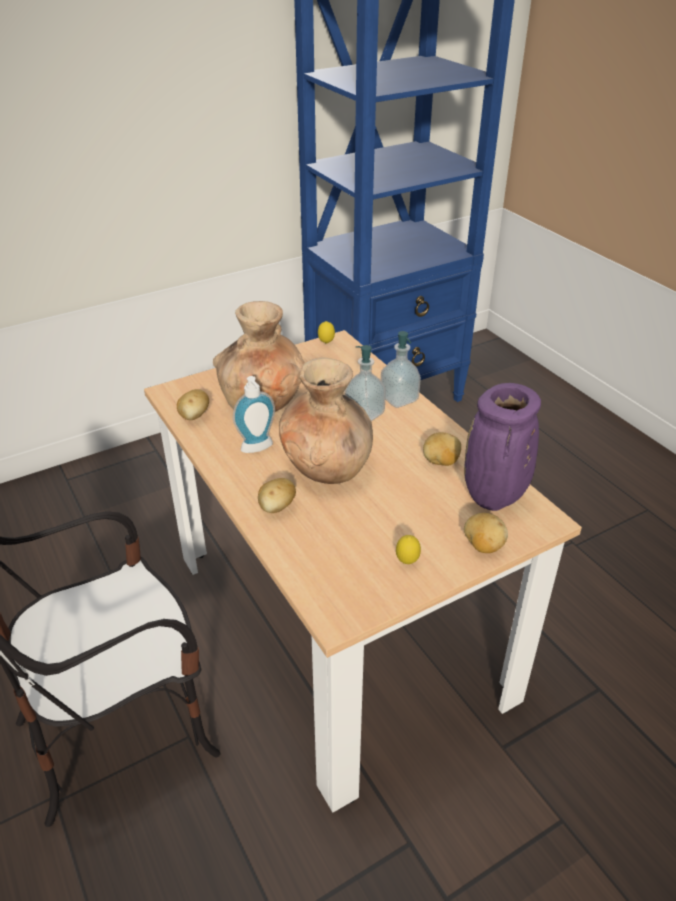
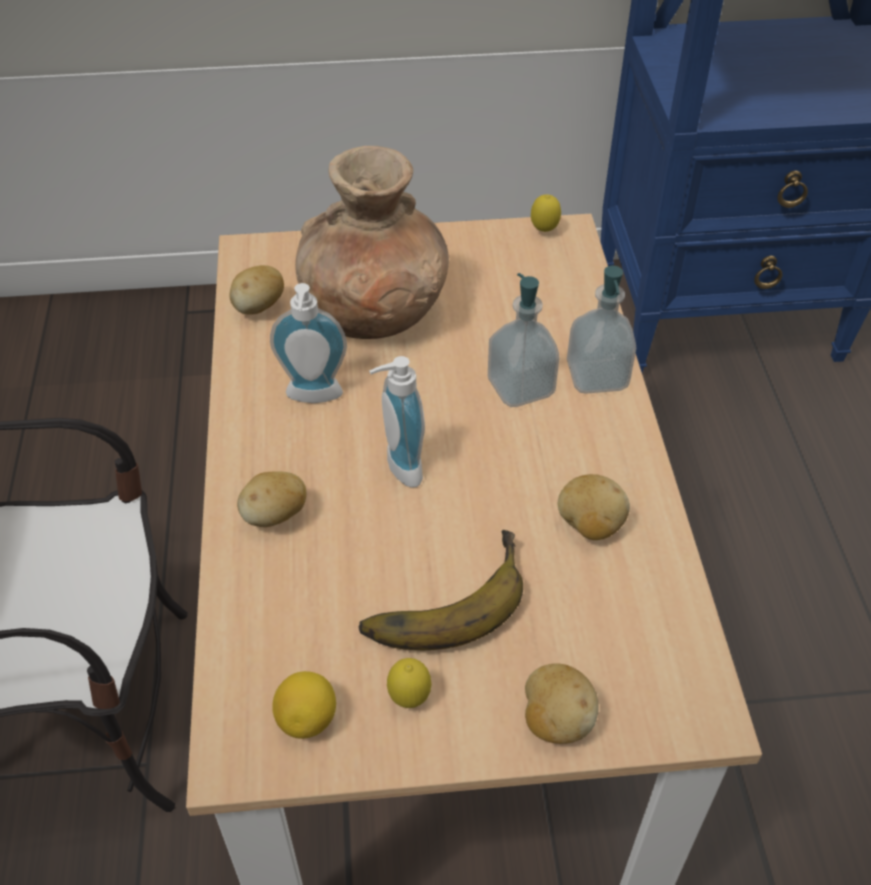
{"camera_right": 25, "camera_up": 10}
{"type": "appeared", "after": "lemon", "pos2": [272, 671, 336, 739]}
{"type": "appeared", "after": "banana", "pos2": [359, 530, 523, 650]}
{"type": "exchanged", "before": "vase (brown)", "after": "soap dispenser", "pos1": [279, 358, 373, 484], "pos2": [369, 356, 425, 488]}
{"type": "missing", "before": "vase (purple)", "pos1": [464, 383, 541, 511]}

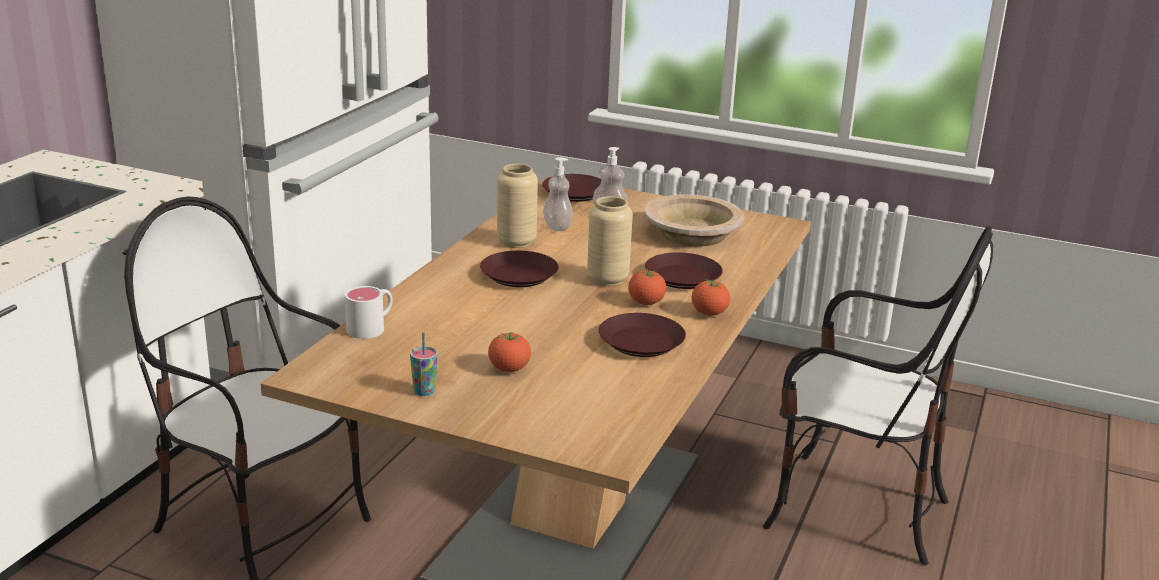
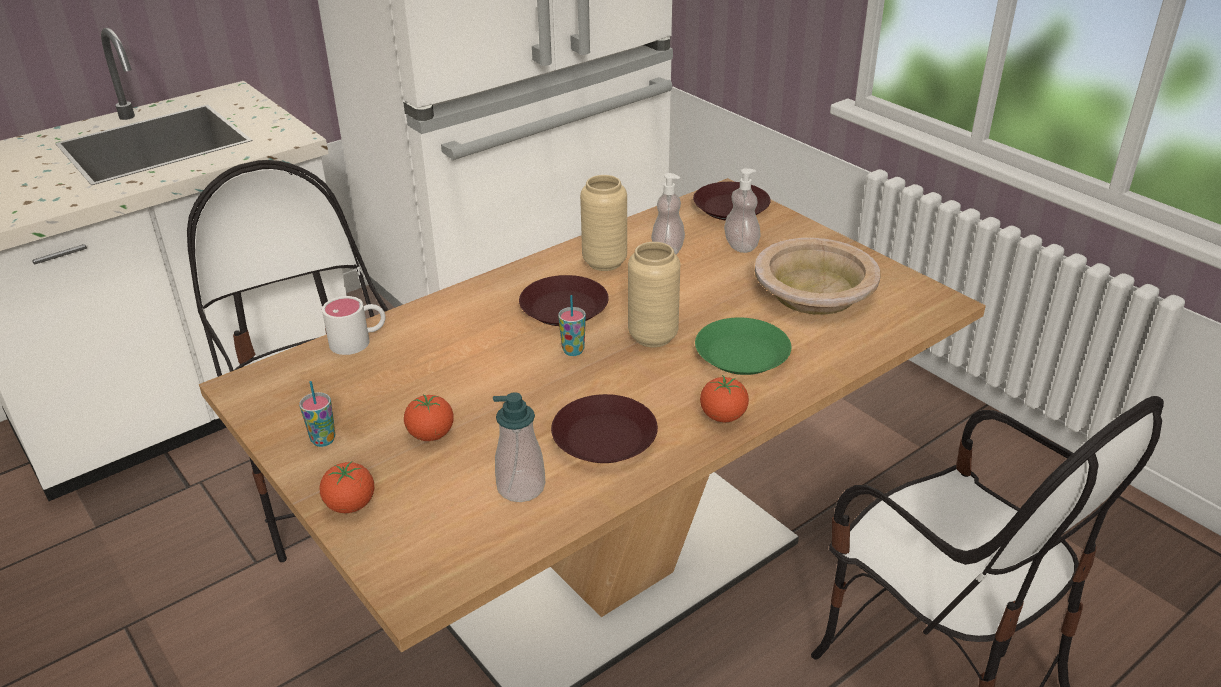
{"camera_right": 30, "camera_up": 10}
{"type": "relocated", "before": "tomato", "pos1": [628, 269, 666, 305], "pos2": [320, 461, 374, 513]}
{"type": "appeared", "after": "soap dispenser", "pos2": [493, 392, 545, 502]}
{"type": "appeared", "after": "cup", "pos2": [558, 295, 586, 356]}
{"type": "colour", "before": "plate (brown)", "after": "plate (green)", "pos1": [645, 253, 723, 289], "pos2": [695, 318, 791, 375]}

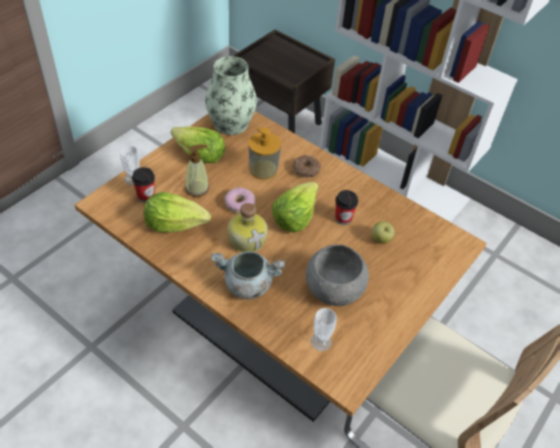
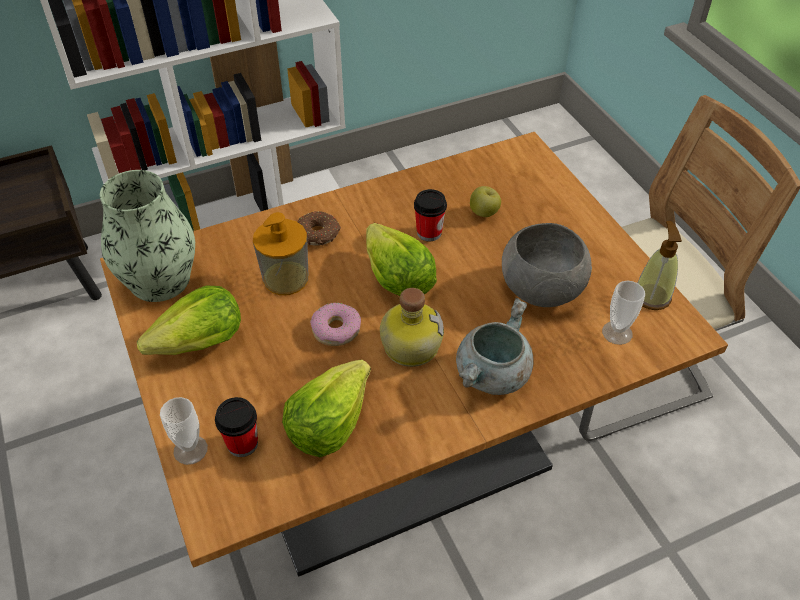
{"camera_right": -60, "camera_up": 0}
{"type": "relocated", "before": "soap dispenser", "pos1": [185, 144, 209, 197], "pos2": [638, 221, 682, 310]}

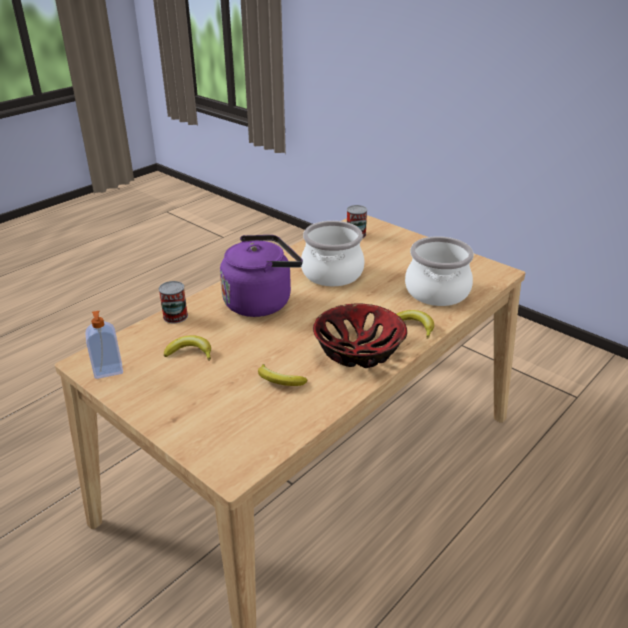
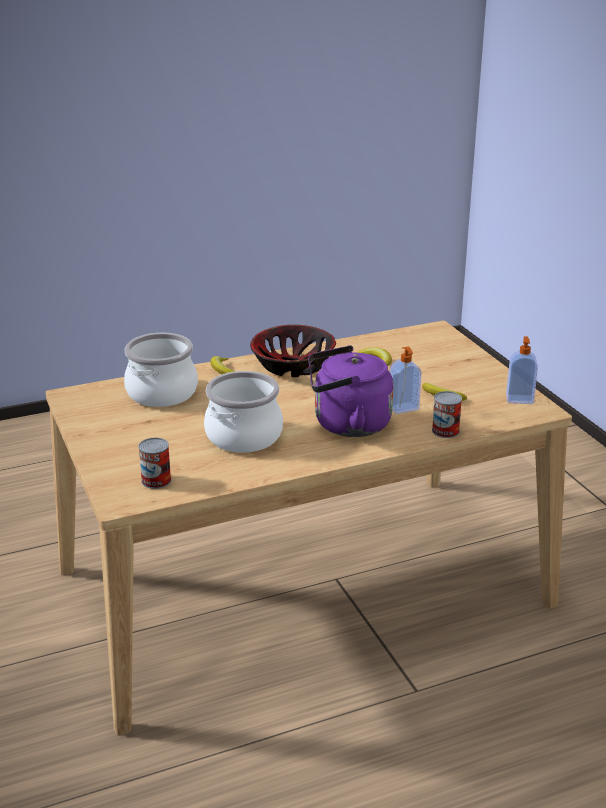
{"camera_right": -155, "camera_up": -5}
{"type": "appeared", "after": "soap dispenser", "pos2": [390, 346, 422, 414]}

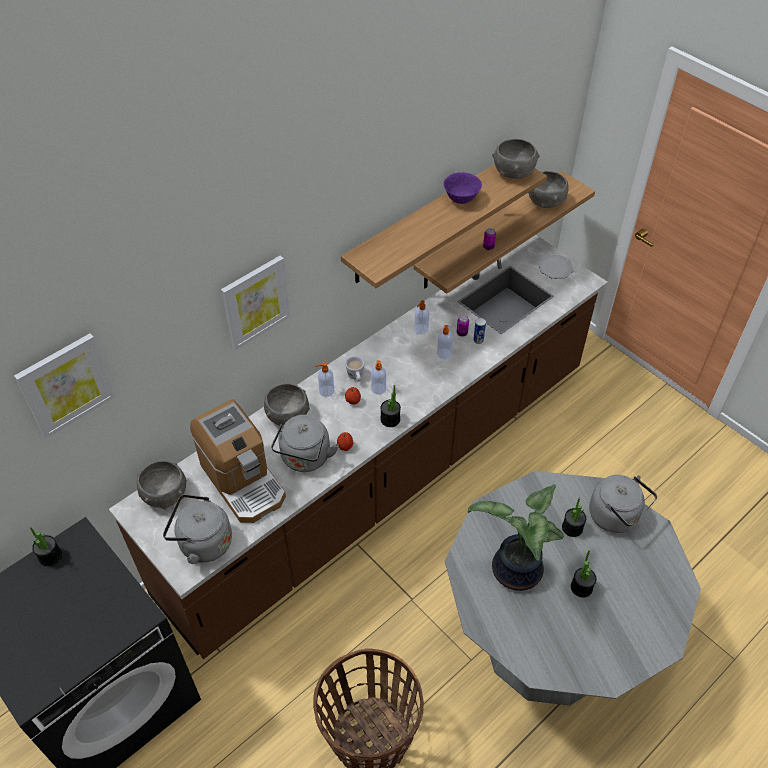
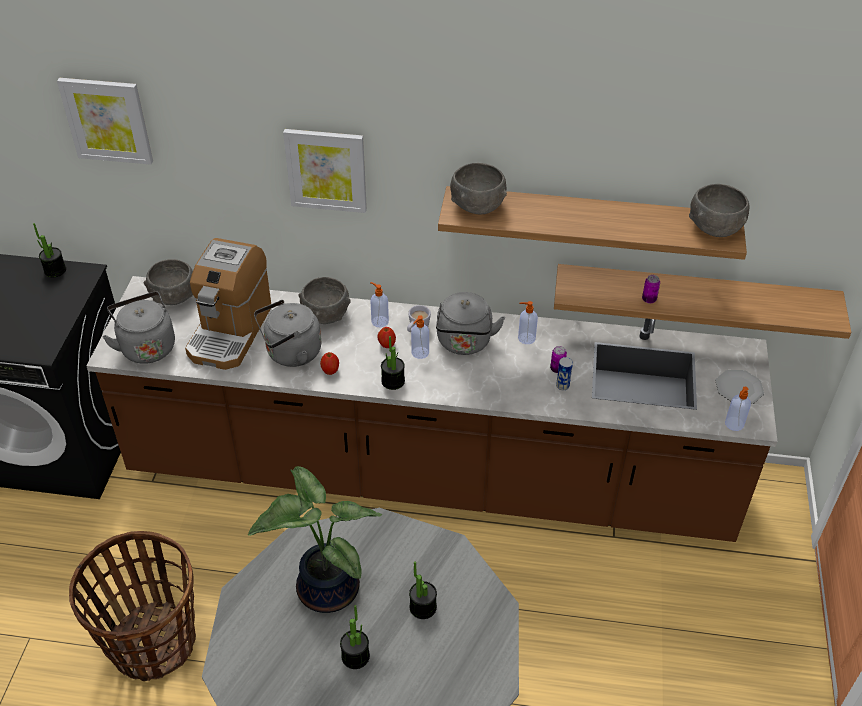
{"camera_right": 50, "camera_up": -5}
{"type": "relocated", "before": "kettle (grey)", "pos1": [589, 475, 657, 533], "pos2": [436, 292, 505, 355]}
{"type": "relocated", "before": "bowl (grey)", "pos1": [528, 171, 569, 208], "pos2": [450, 163, 507, 214]}
{"type": "relocated", "before": "soap dispenser", "pos1": [437, 325, 453, 359], "pos2": [725, 387, 751, 431]}
{"type": "missing", "before": "bowl (purple)", "pos1": [443, 172, 482, 204]}

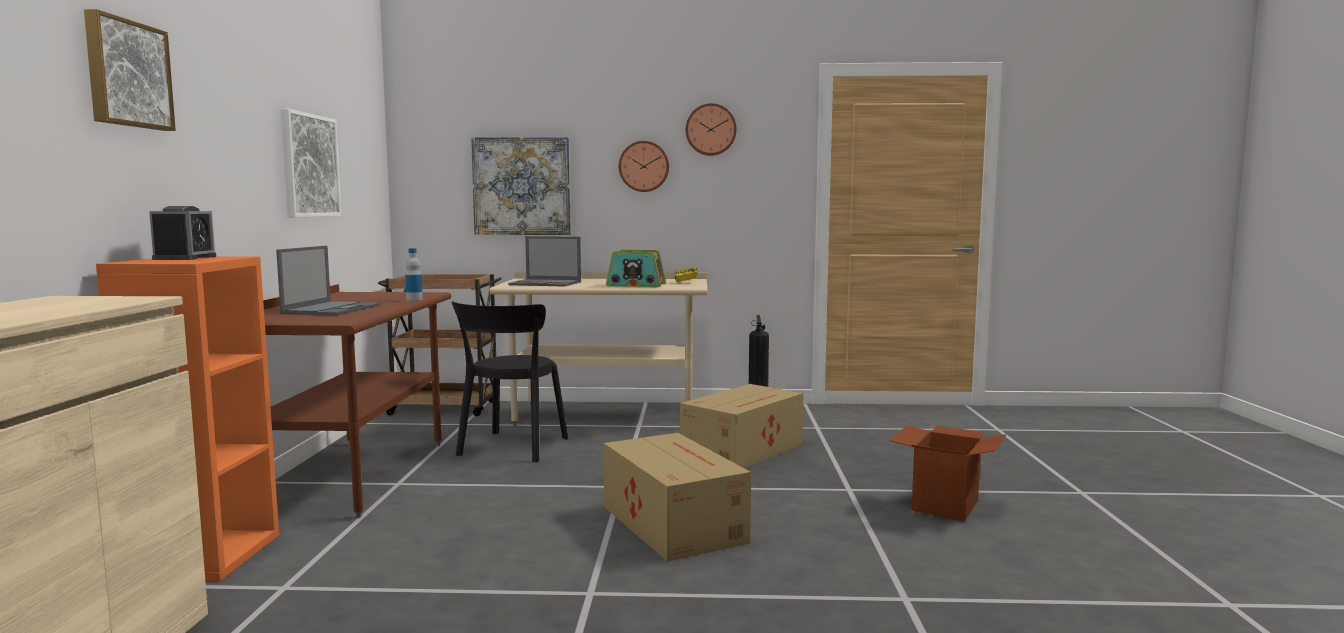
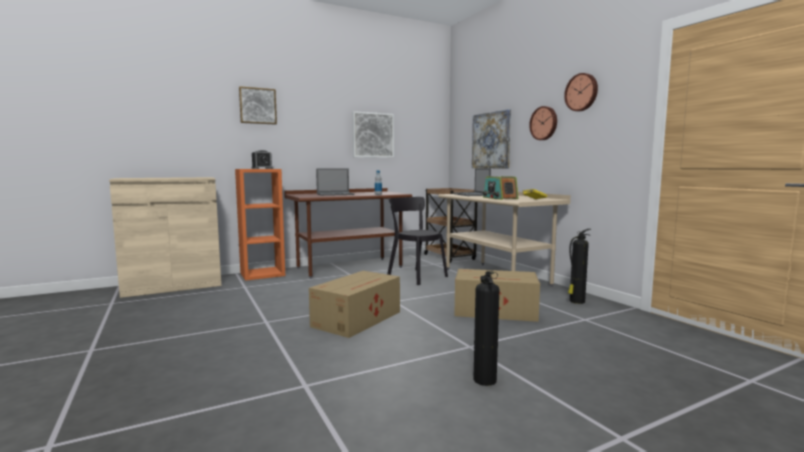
{"camera_right": 60, "camera_up": 0}
{"type": "spun", "before": "chair (black)", "pos1": [452, 301, 568, 463], "pos2": [387, 197, 448, 285], "turn": 60}
{"type": "exchanged", "before": "cardboard box", "after": "fire extinguisher", "pos1": [889, 425, 1006, 521], "pos2": [473, 271, 499, 386]}

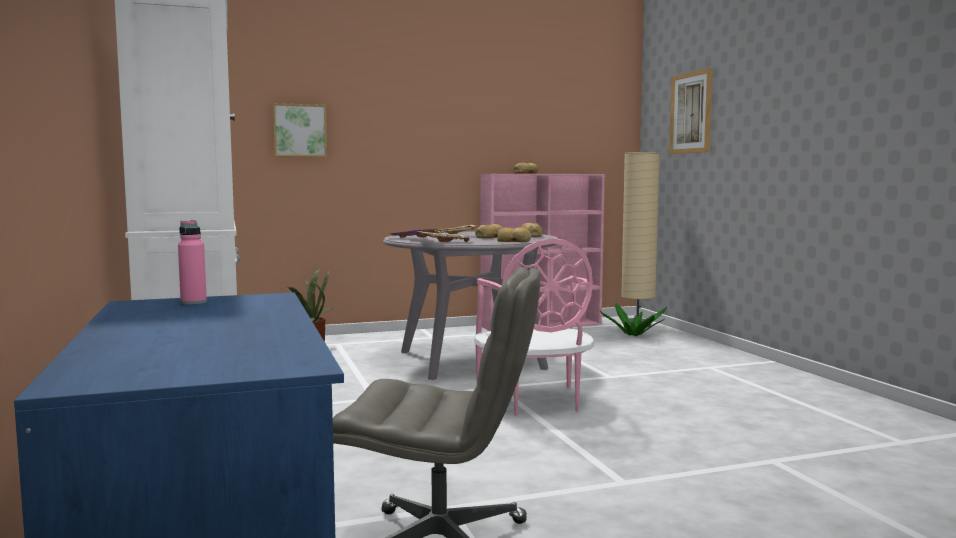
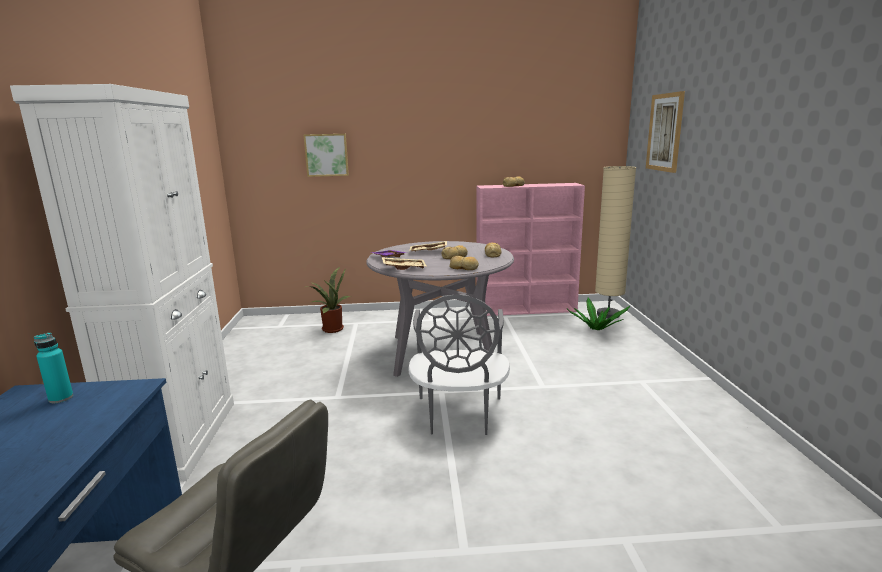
{"camera_right": 15, "camera_up": 10}
{"type": "colour", "before": "bottle (pink)", "after": "bottle (turquoise)", "pos1": [178, 220, 207, 305], "pos2": [34, 333, 73, 404]}
{"type": "colour", "before": "chair (pink)", "after": "chair (grey)", "pos1": [474, 239, 594, 416], "pos2": [408, 294, 510, 435]}

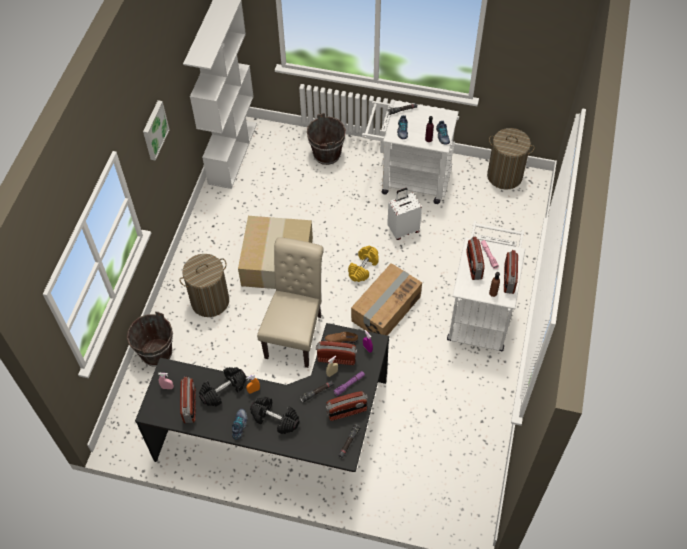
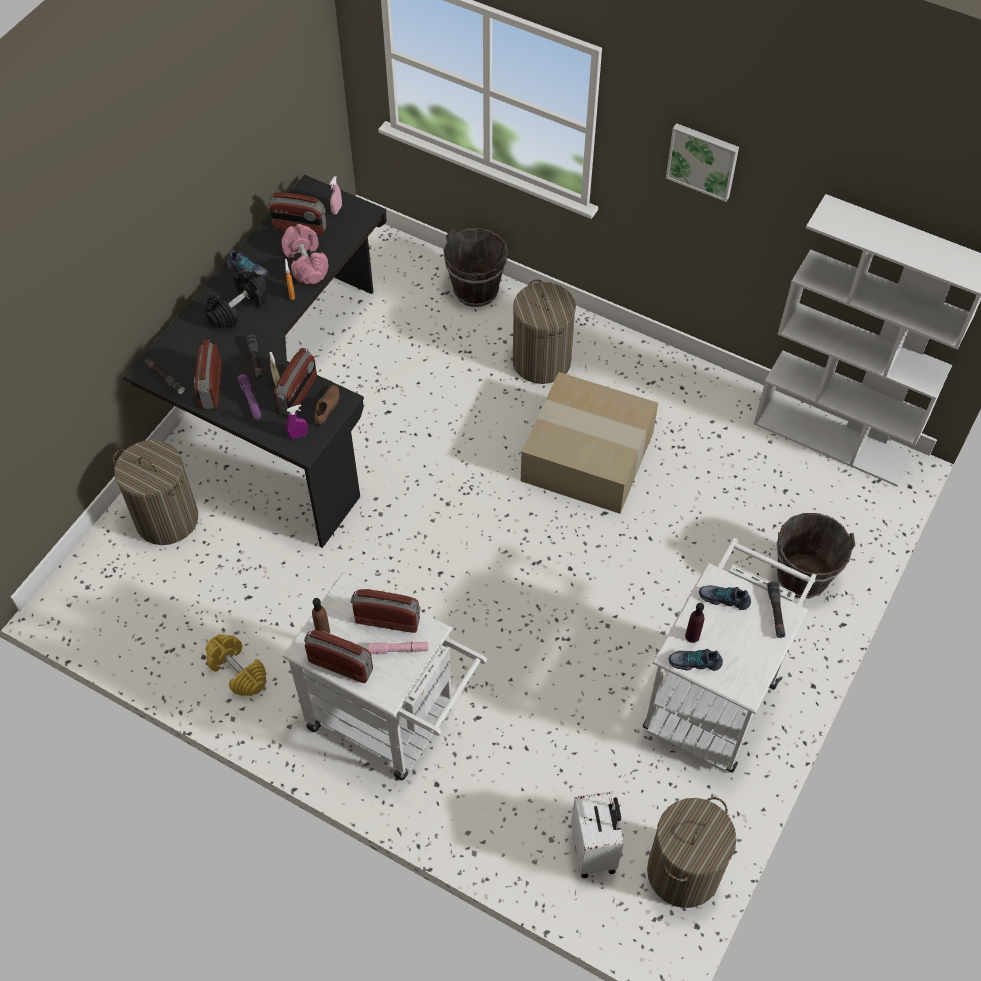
{"camera_right": 105, "camera_up": 0}
{"type": "appeared", "after": "laundry basket", "pos2": [113, 440, 198, 545]}
{"type": "relocated", "before": "dumbbell (yellow)", "pos1": [348, 245, 379, 282], "pos2": [205, 634, 266, 696]}
{"type": "colour", "before": "dumbbell (black)", "after": "dumbbell (pink)", "pos1": [199, 367, 246, 407], "pos2": [282, 224, 329, 284]}
{"type": "relocated", "before": "suitcase (white)", "pos1": [387, 188, 422, 240], "pos2": [571, 791, 623, 878]}
{"type": "missing", "before": "chair (beige)", "pos1": [257, 237, 324, 368]}
{"type": "missing", "before": "cardboard box", "pos1": [351, 263, 422, 336]}

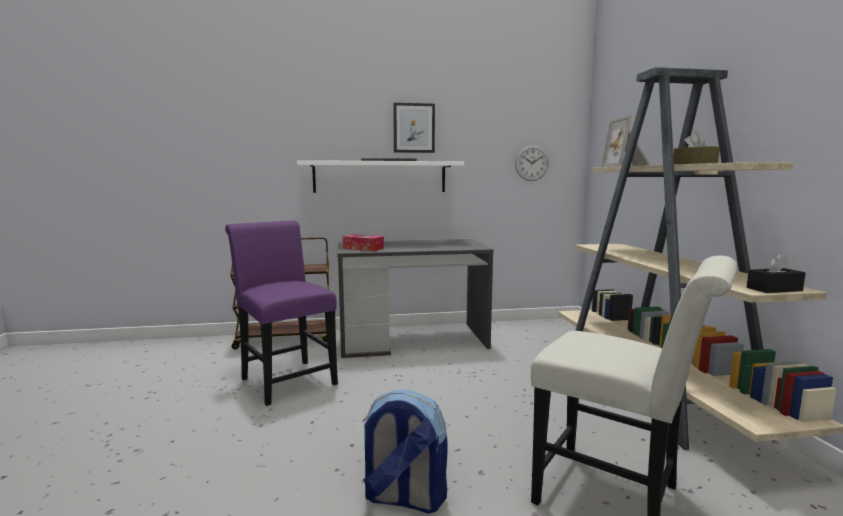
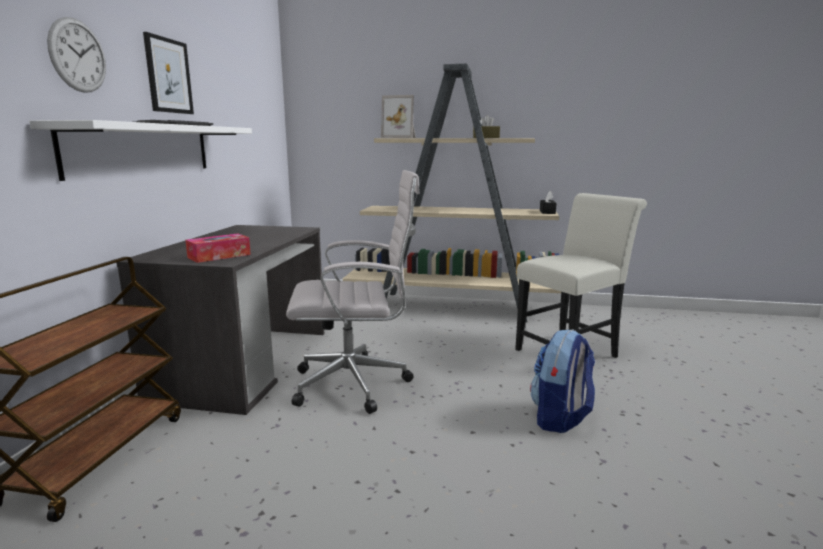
{"camera_right": -70, "camera_up": 5}
{"type": "relocated", "before": "wall clock", "pos1": [515, 145, 549, 181], "pos2": [47, 17, 106, 93]}
{"type": "appeared", "after": "office chair (white)", "pos2": [286, 170, 420, 414]}
{"type": "missing", "before": "chair (purple)", "pos1": [225, 220, 338, 406]}

